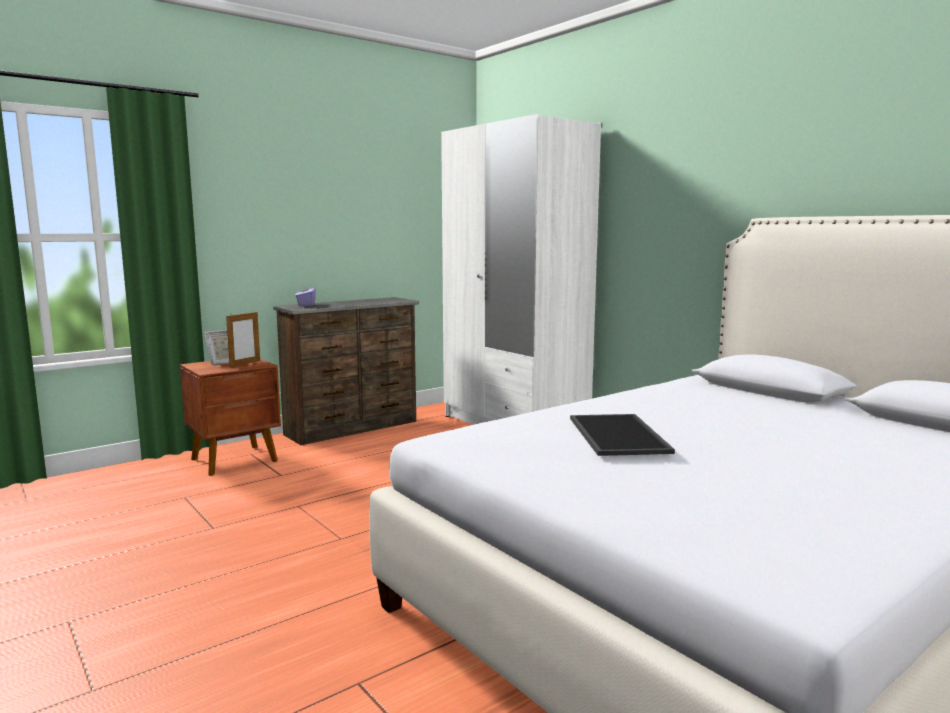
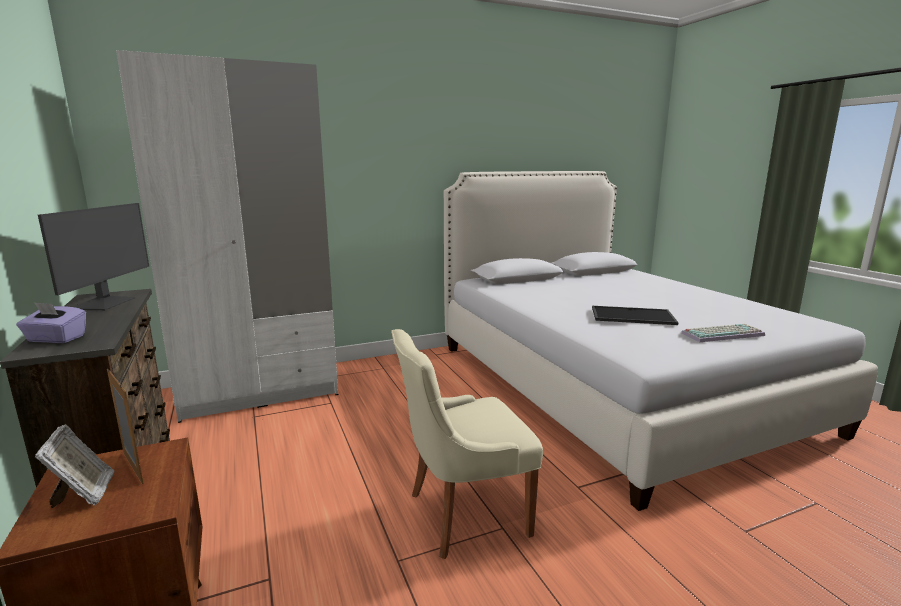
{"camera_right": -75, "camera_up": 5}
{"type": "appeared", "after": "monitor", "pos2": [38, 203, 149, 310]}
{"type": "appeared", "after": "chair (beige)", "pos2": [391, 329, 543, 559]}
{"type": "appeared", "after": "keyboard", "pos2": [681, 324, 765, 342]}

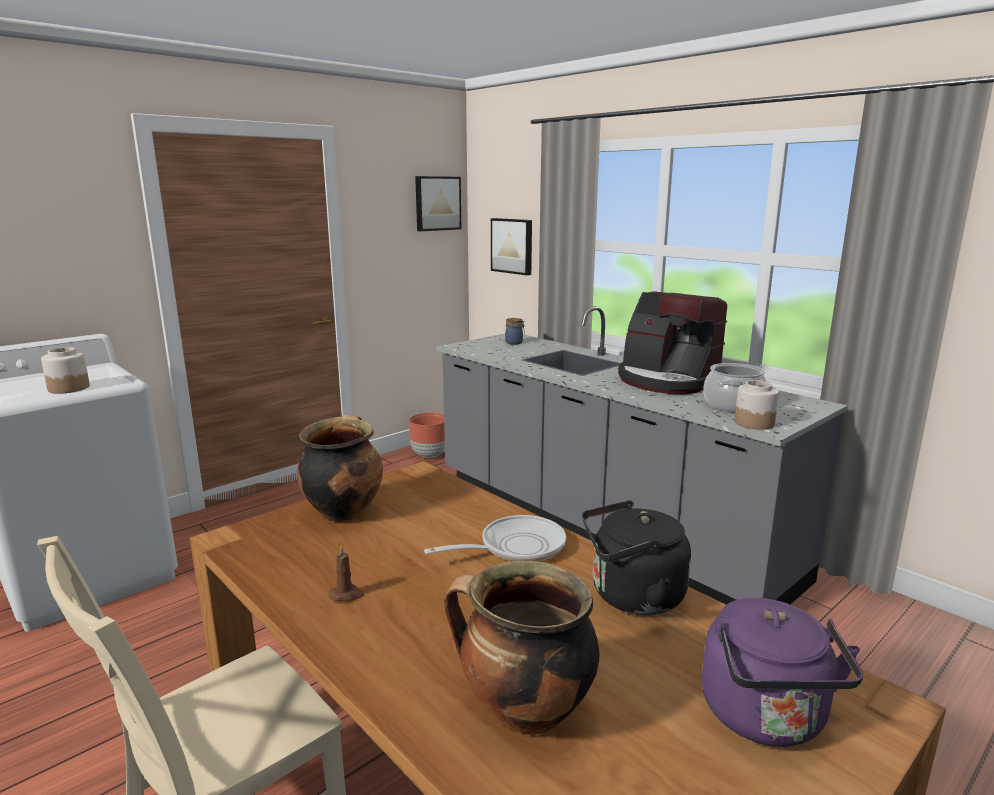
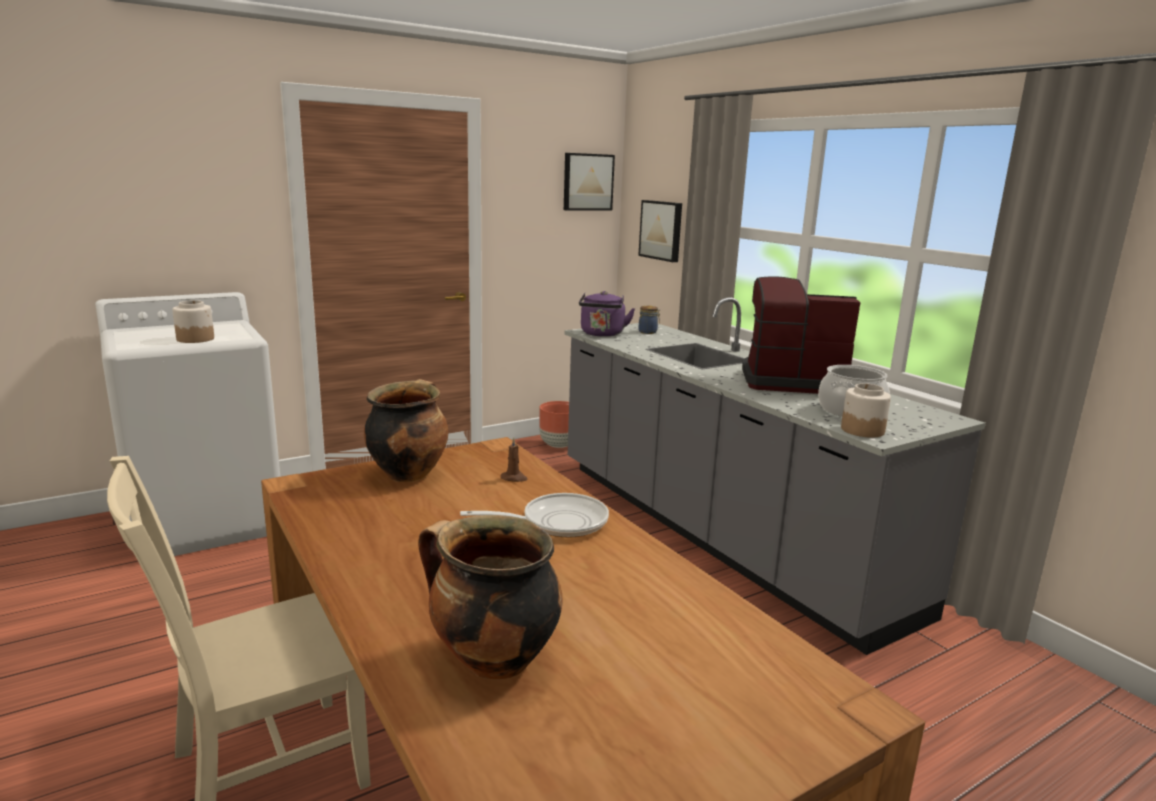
{"camera_right": 10, "camera_up": 0}
{"type": "relocated", "before": "candle (brown)", "pos1": [328, 545, 364, 602], "pos2": [501, 437, 528, 482]}
{"type": "relocated", "before": "kettle (purple)", "pos1": [702, 598, 863, 747], "pos2": [579, 291, 635, 337]}
{"type": "spun", "before": "coffee machine", "pos1": [618, 291, 727, 395], "pos2": [742, 276, 860, 394], "turn": 135}
{"type": "missing", "before": "kettle (black)", "pos1": [582, 500, 691, 615]}

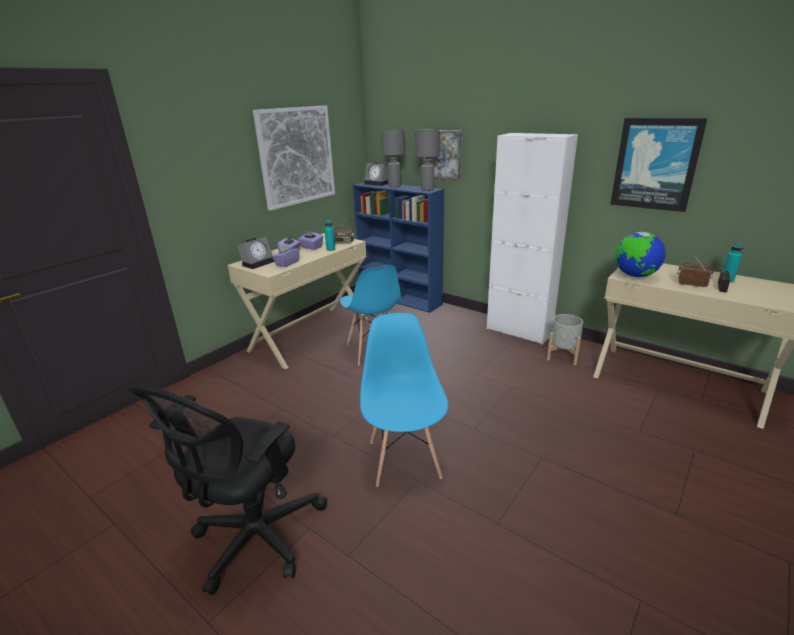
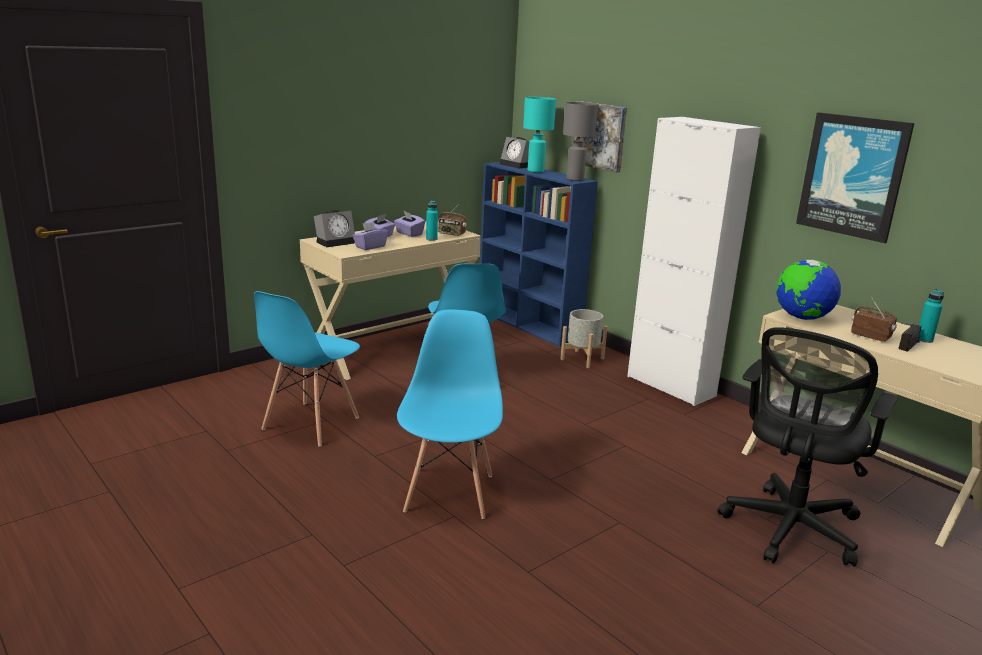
{"camera_right": 10, "camera_up": -5}
{"type": "appeared", "after": "chair (blue)", "pos2": [254, 291, 360, 447]}
{"type": "colour", "before": "table lamp (grey)", "after": "table lamp (turquoise)", "pos1": [381, 129, 405, 188], "pos2": [523, 97, 556, 172]}
{"type": "relocated", "before": "planter (grey)", "pos1": [547, 314, 583, 365], "pos2": [560, 309, 608, 368]}
{"type": "relocated", "before": "office chair (black)", "pos1": [128, 385, 327, 595], "pos2": [718, 327, 898, 566]}
{"type": "missing", "before": "picture", "pos1": [253, 105, 335, 210]}

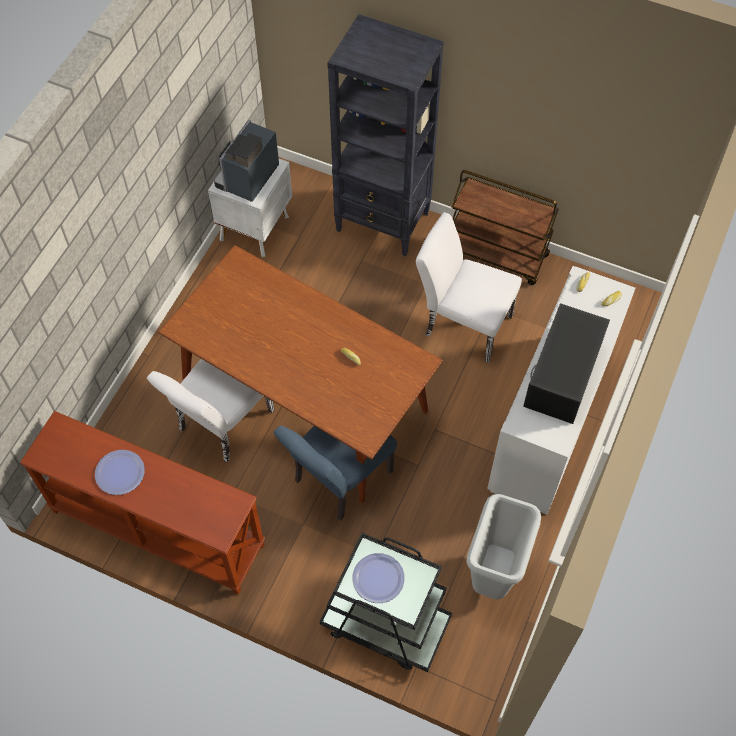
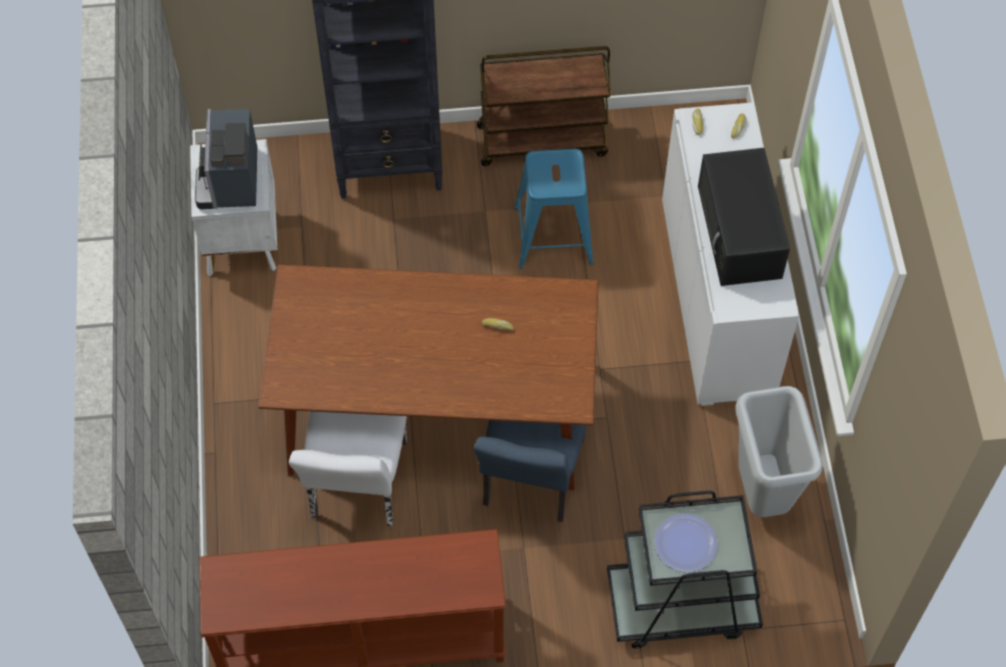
{"camera_right": -30, "camera_up": 0}
{"type": "exchanged", "before": "chair (white)", "after": "stool (blue)", "pos1": [416, 212, 522, 363], "pos2": [514, 149, 593, 269]}
{"type": "missing", "before": "plate", "pos1": [95, 450, 145, 495]}

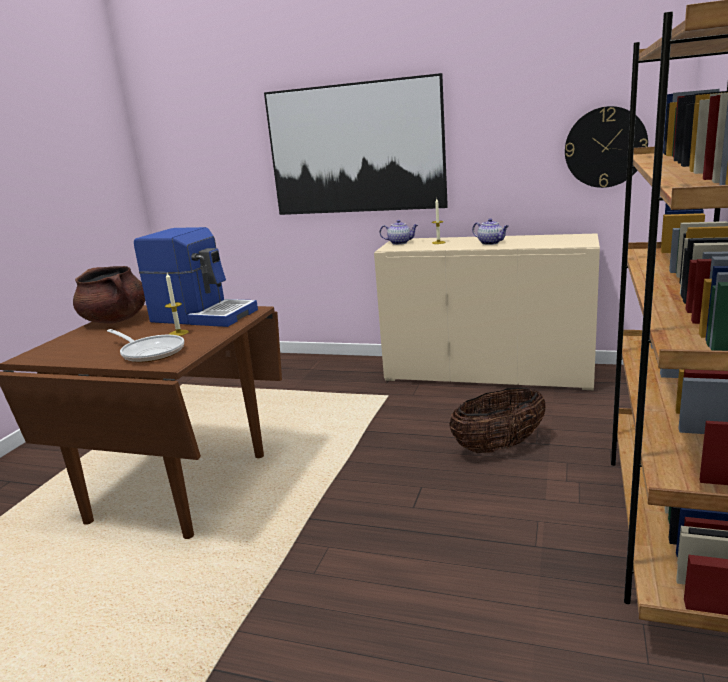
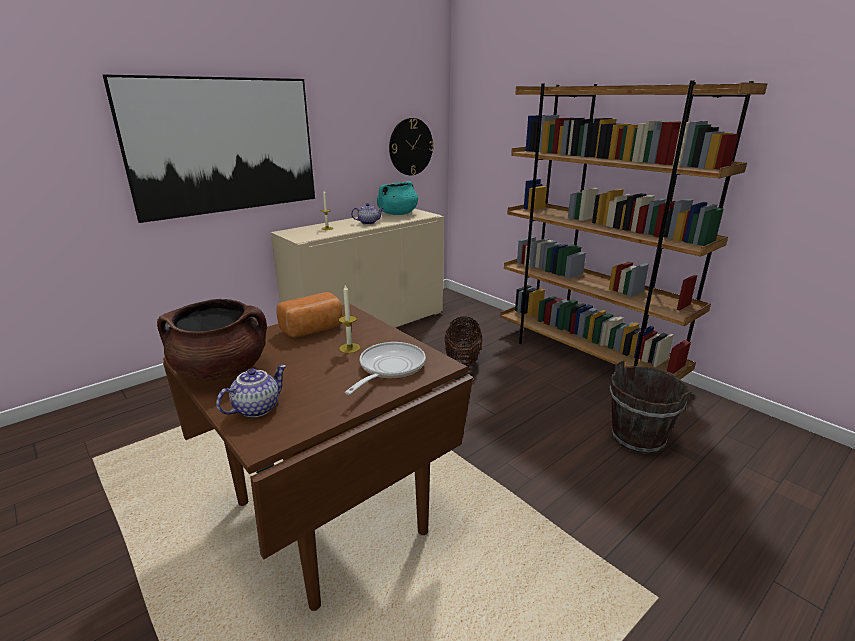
{"camera_right": -60, "camera_up": 5}
{"type": "relocated", "before": "teapot", "pos1": [380, 220, 418, 245], "pos2": [216, 365, 286, 417]}
{"type": "exchanged", "before": "coffee machine", "after": "bread", "pos1": [134, 227, 258, 327], "pos2": [276, 292, 343, 338]}
{"type": "spun", "before": "frying pan", "pos1": [107, 329, 184, 362], "pos2": [345, 342, 426, 395], "turn": -45}
{"type": "appeared", "after": "cooking pot (turquoise)", "pos2": [377, 181, 418, 215]}
{"type": "appeared", "after": "bucket (brown)", "pos2": [610, 360, 691, 454]}

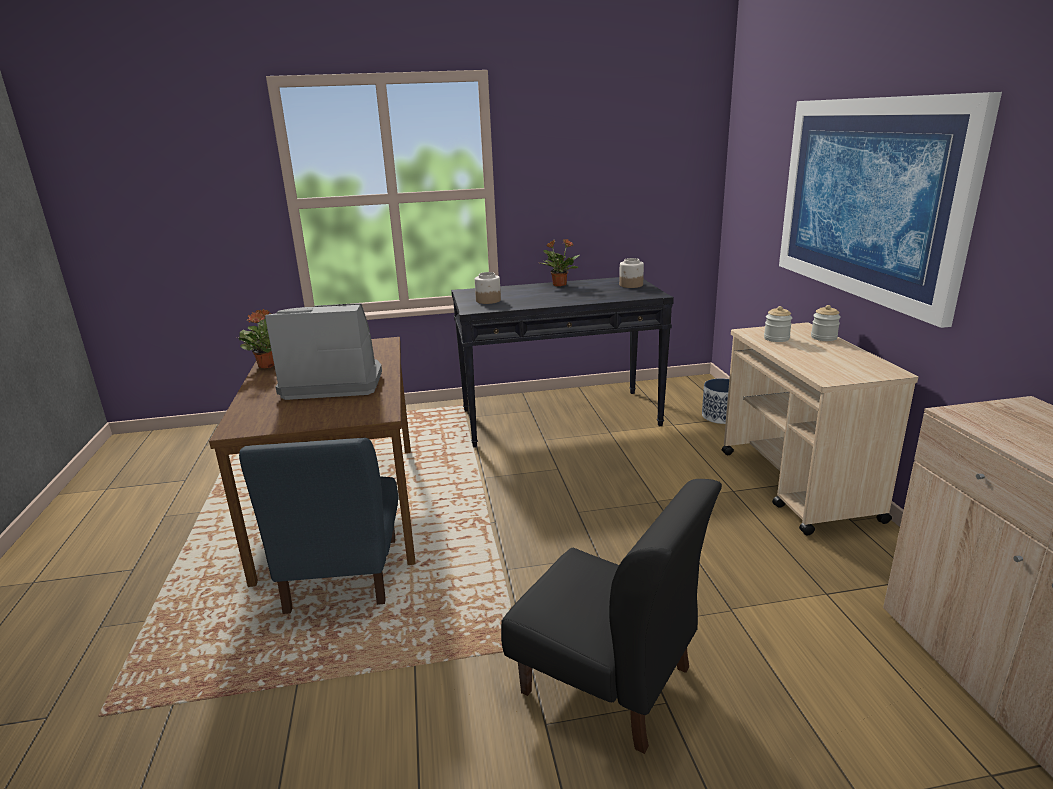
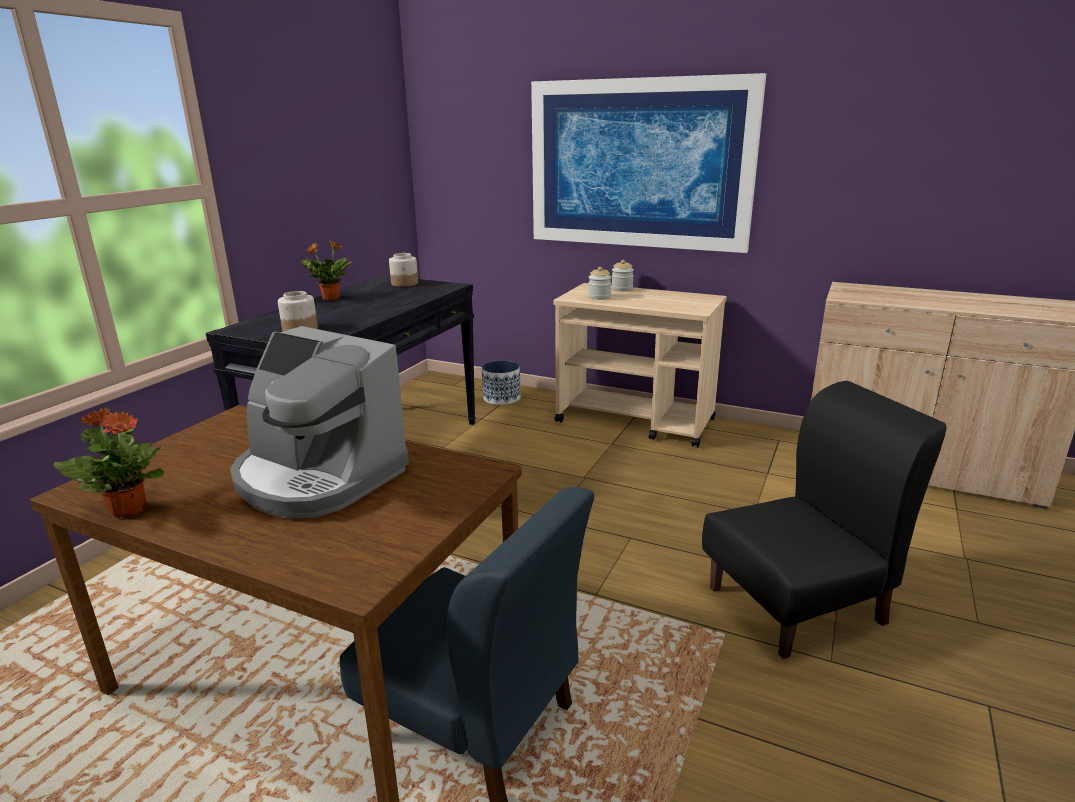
{"camera_right": -55, "camera_up": 0}
{"type": "spun", "before": "coffee machine", "pos1": [265, 303, 382, 400], "pos2": [230, 326, 409, 518], "turn": -90}

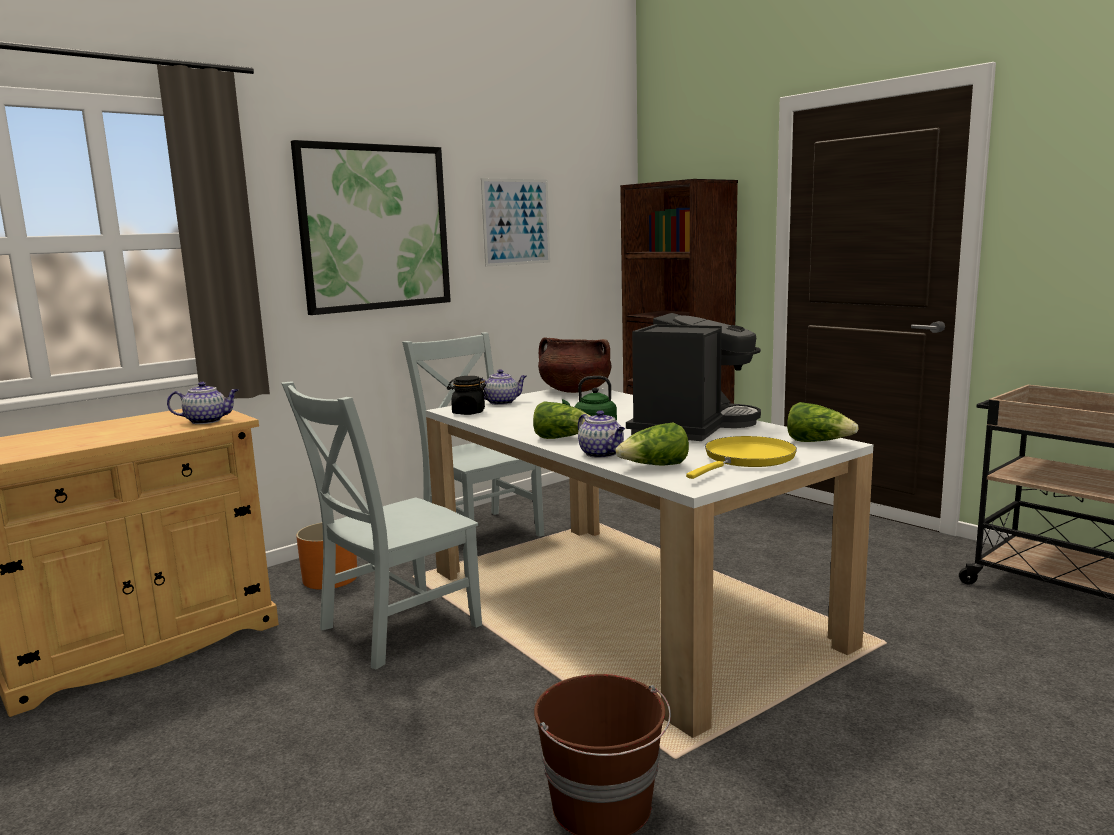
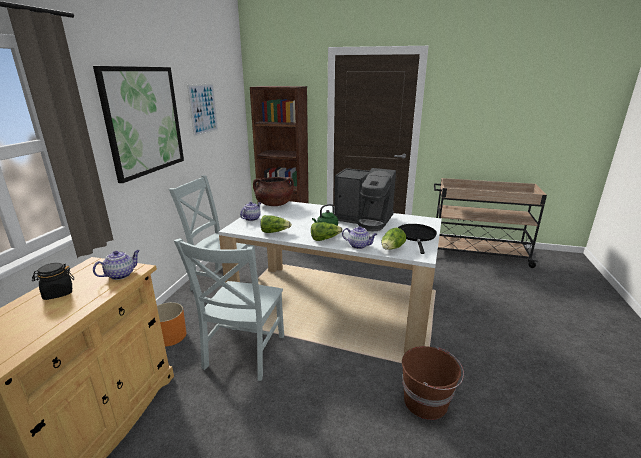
{"camera_right": -35, "camera_up": 10}
{"type": "relocated", "before": "jar (black)", "pos1": [447, 376, 488, 415], "pos2": [32, 263, 74, 300]}
{"type": "relocated", "before": "lettuce", "pos1": [787, 402, 859, 442], "pos2": [261, 215, 292, 233]}
{"type": "spun", "before": "coffee machine", "pos1": [626, 313, 761, 441], "pos2": [334, 168, 396, 232], "turn": 120}
{"type": "colour", "before": "frying pan (yellow)", "after": "frying pan (black)", "pos1": [686, 436, 797, 479], "pos2": [398, 224, 437, 254]}

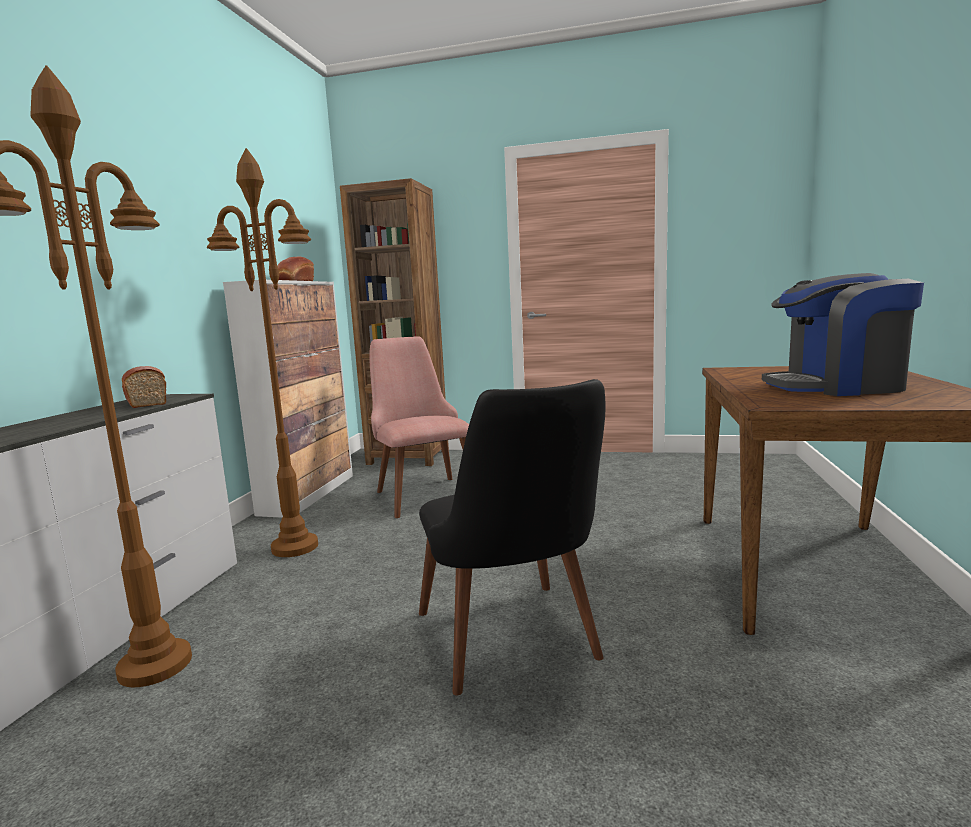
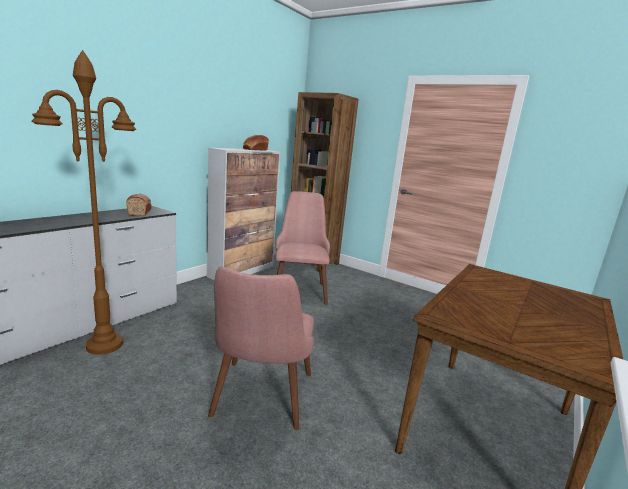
{"camera_right": 20, "camera_up": 5}
{"type": "colour", "before": "chair (black)", "after": "chair (pink)", "pos1": [419, 379, 606, 695], "pos2": [208, 266, 314, 430]}
{"type": "missing", "before": "floor lamp (brown)", "pos1": [207, 148, 318, 557]}
{"type": "missing", "before": "coffee machine", "pos1": [762, 273, 924, 396]}

